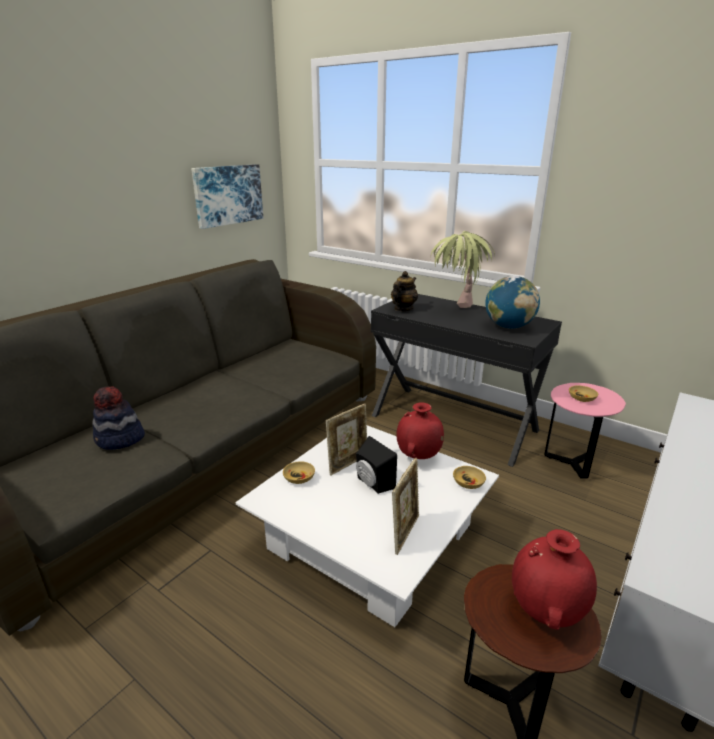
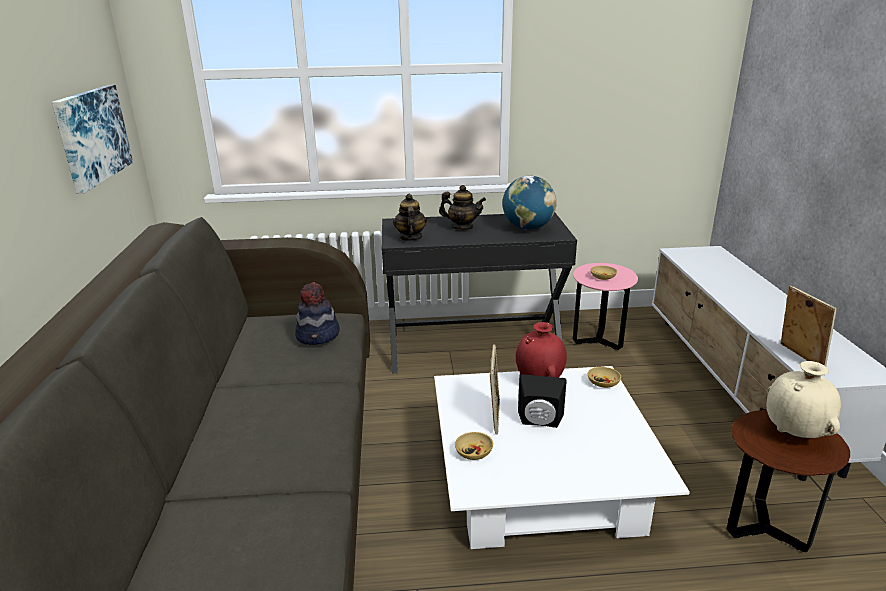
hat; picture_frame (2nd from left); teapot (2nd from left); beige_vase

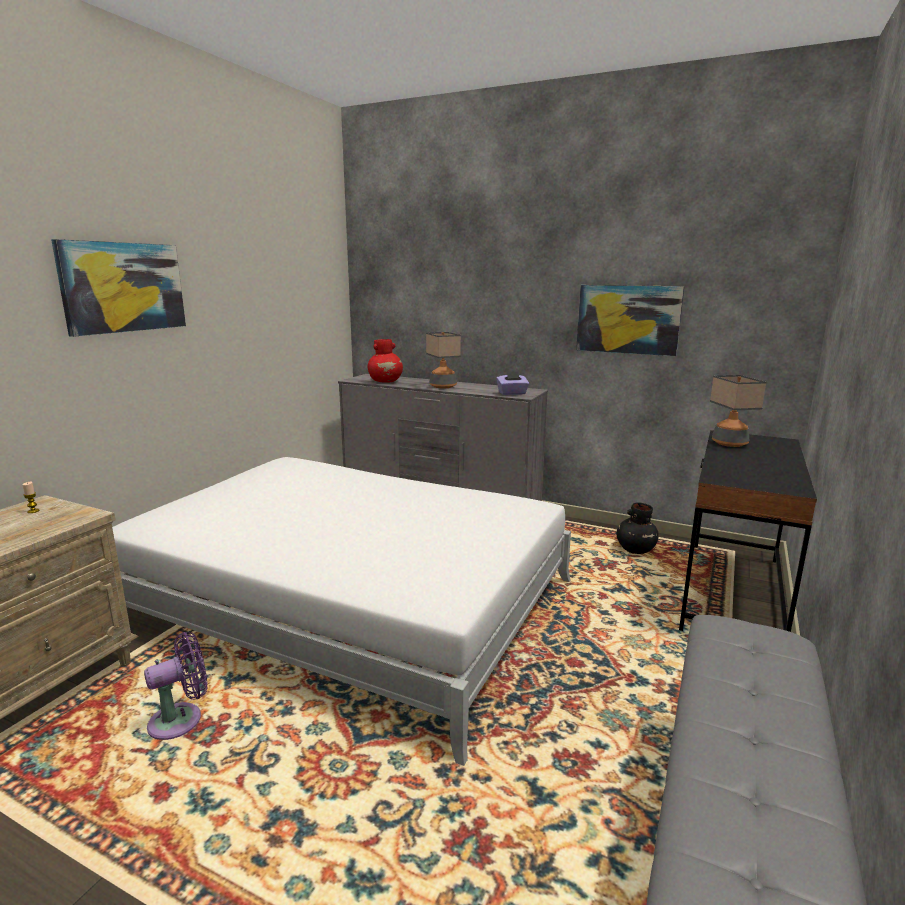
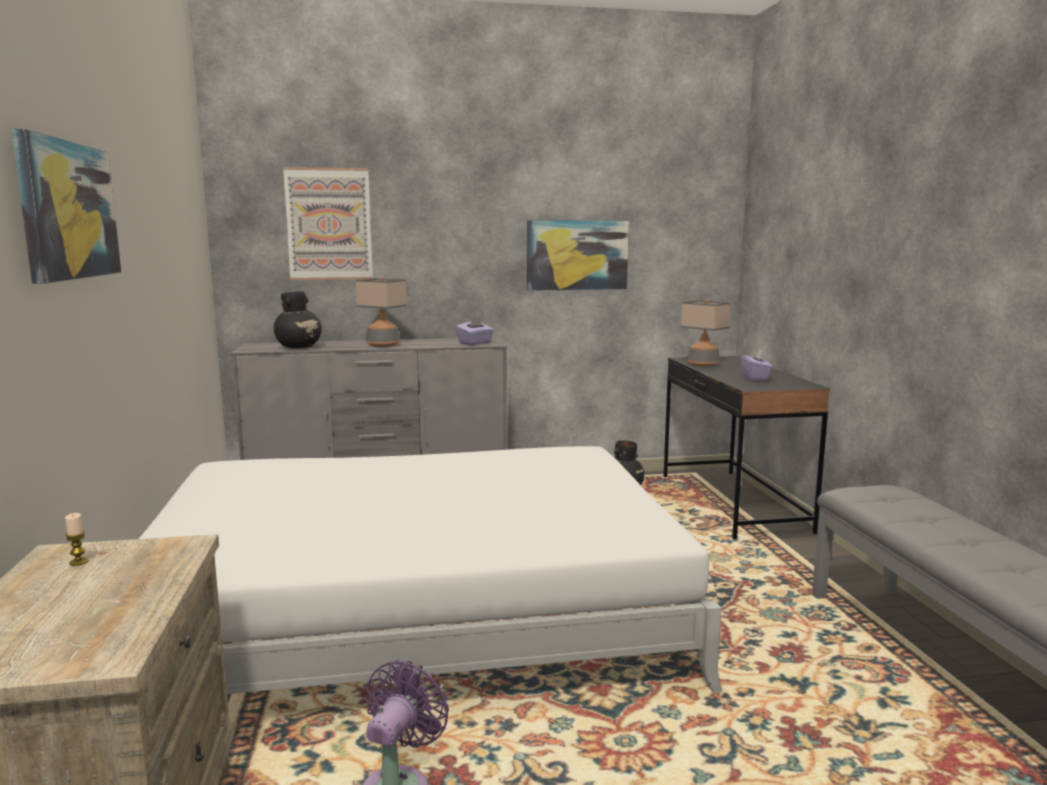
black_vase (1st from left); picture (2nd from left); purple_tissue_box (2nd from left)

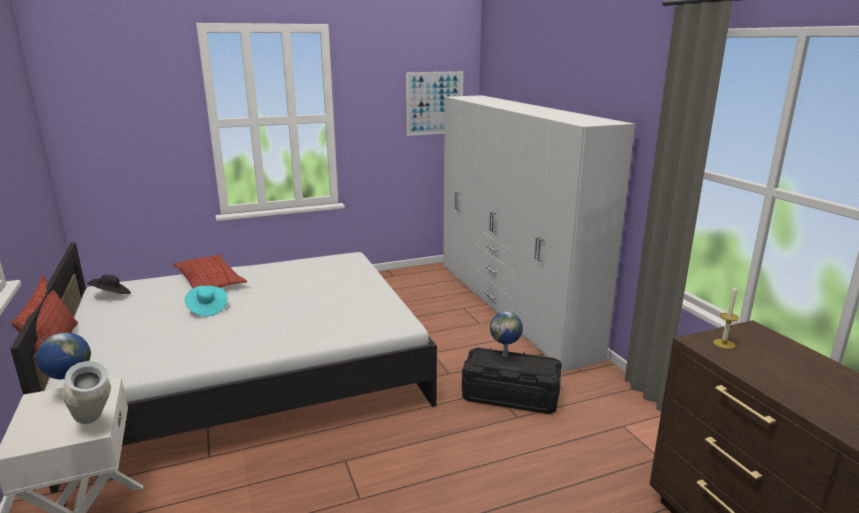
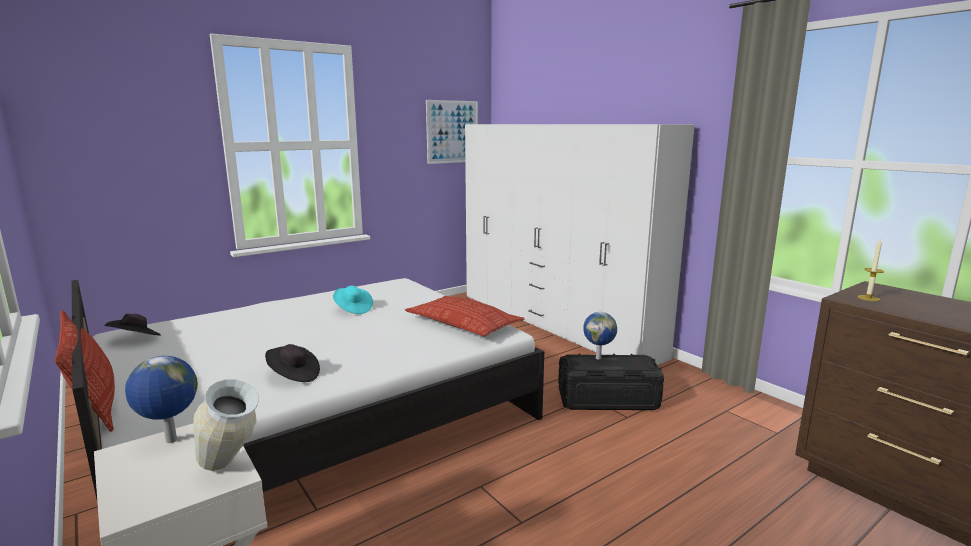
pillow (2nd from left); turquoise_hat; black_hat (2nd from left)

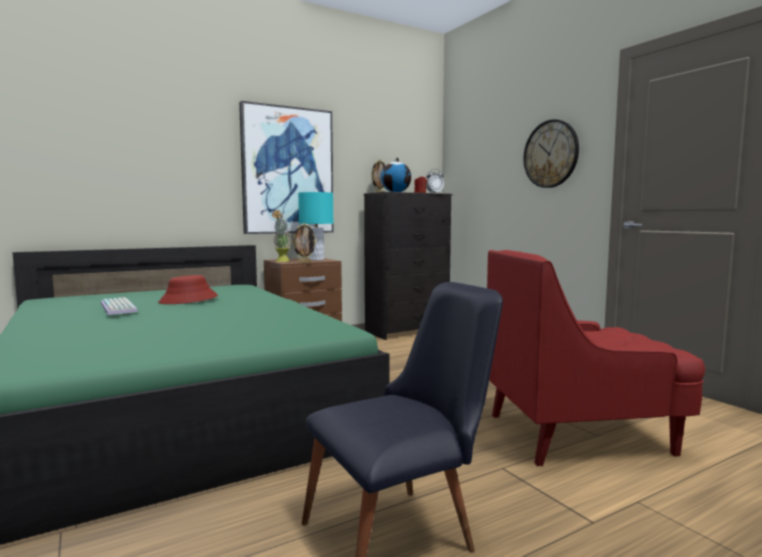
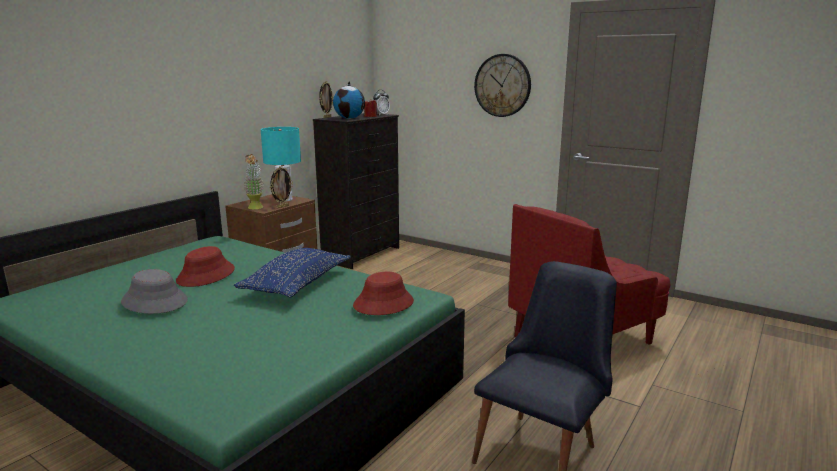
grey_hat; picture; blue_pillow; red_hat (2nd from left)

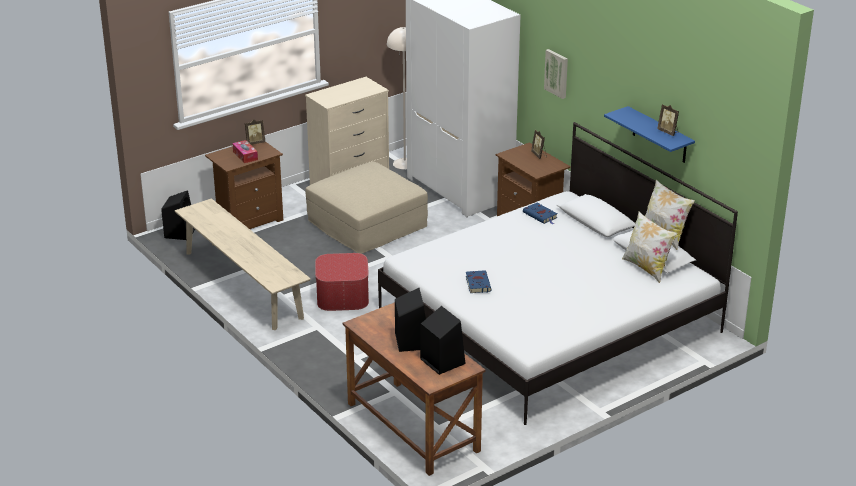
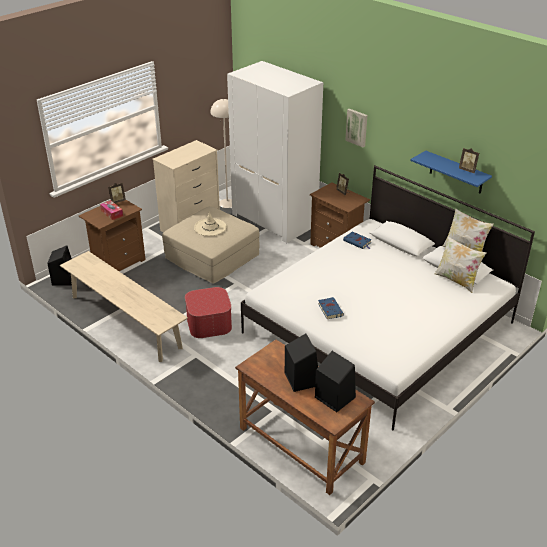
beige_hat

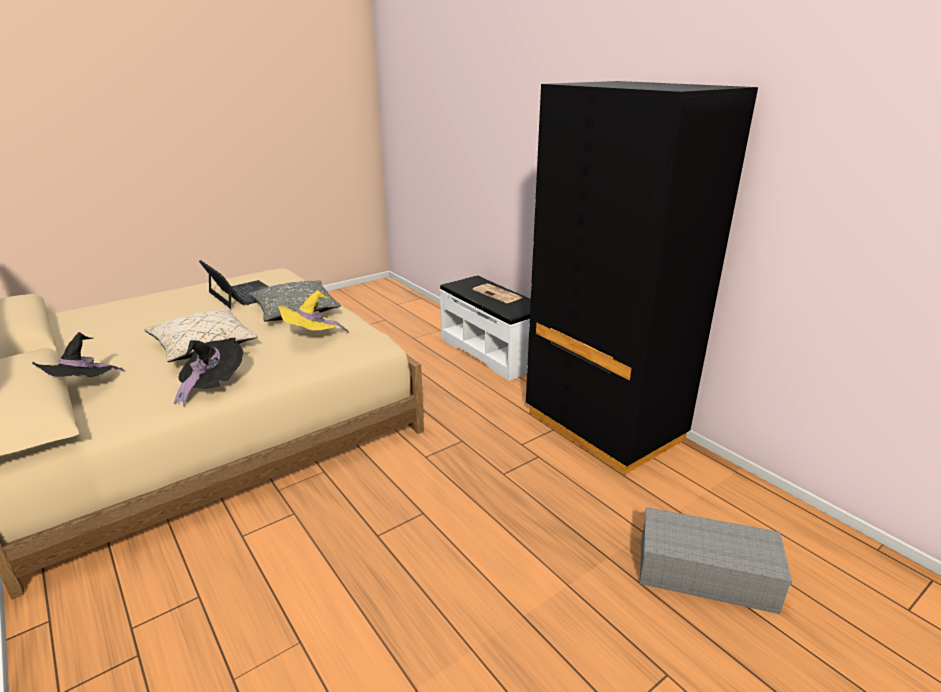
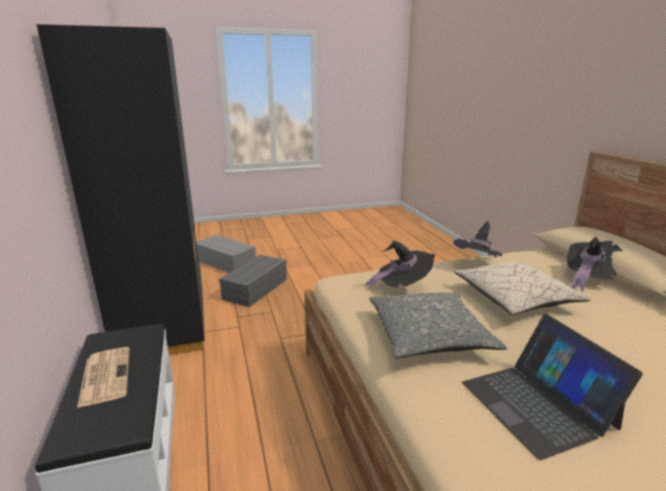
black_hat (1st from left); grey_storage_box (2nd from left)

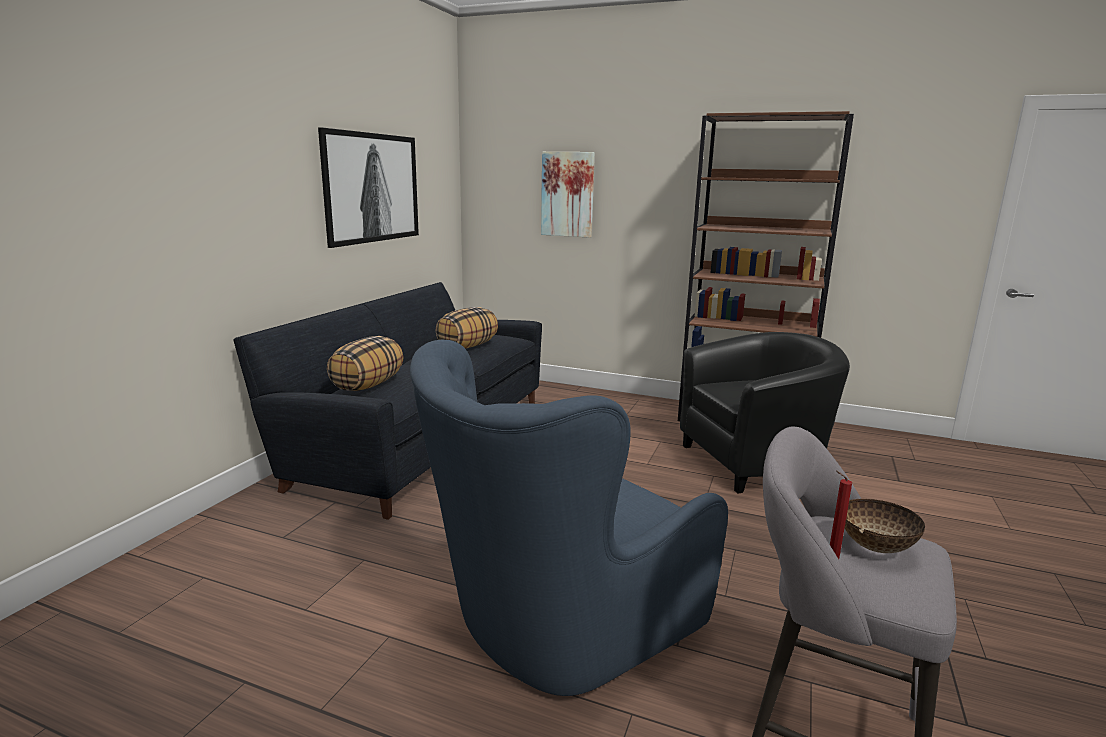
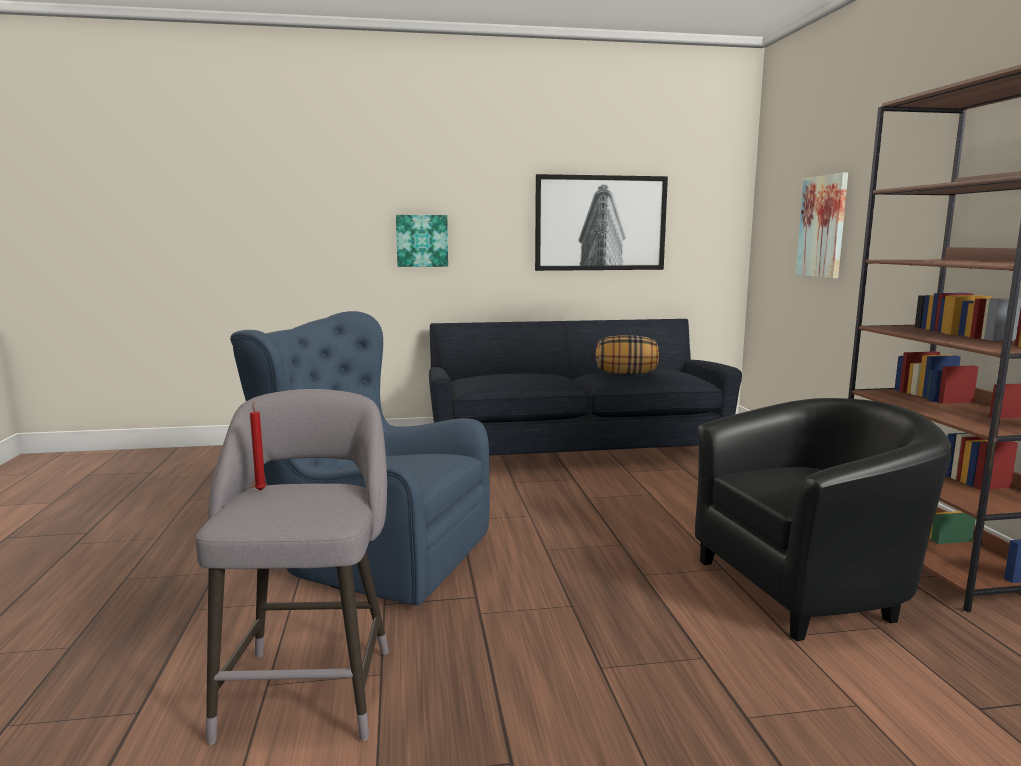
pillow (1st from left in the first image); black_armchair; bowl; picture (1st from left)

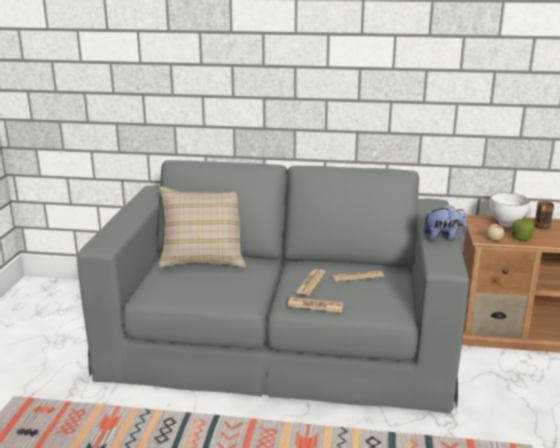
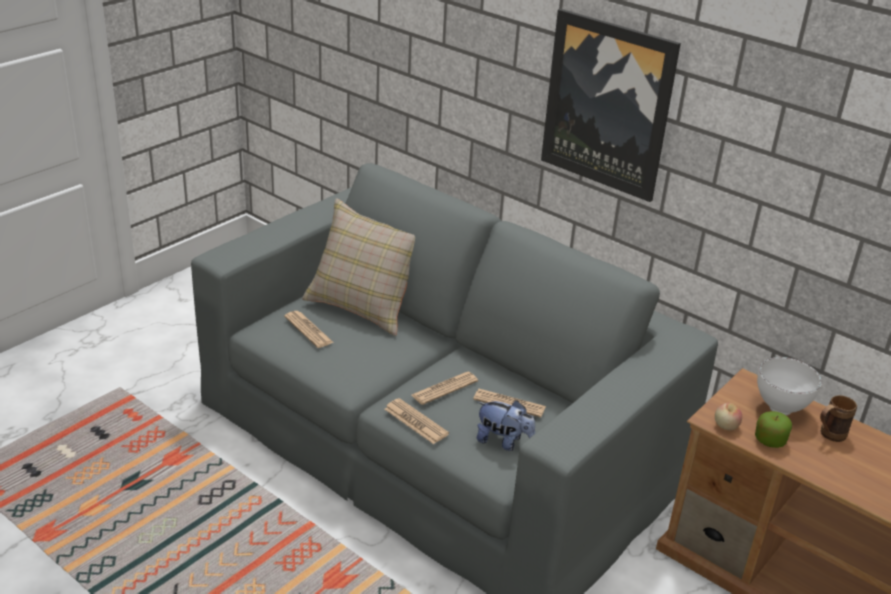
plush_toy; newspaper (1st from left); picture

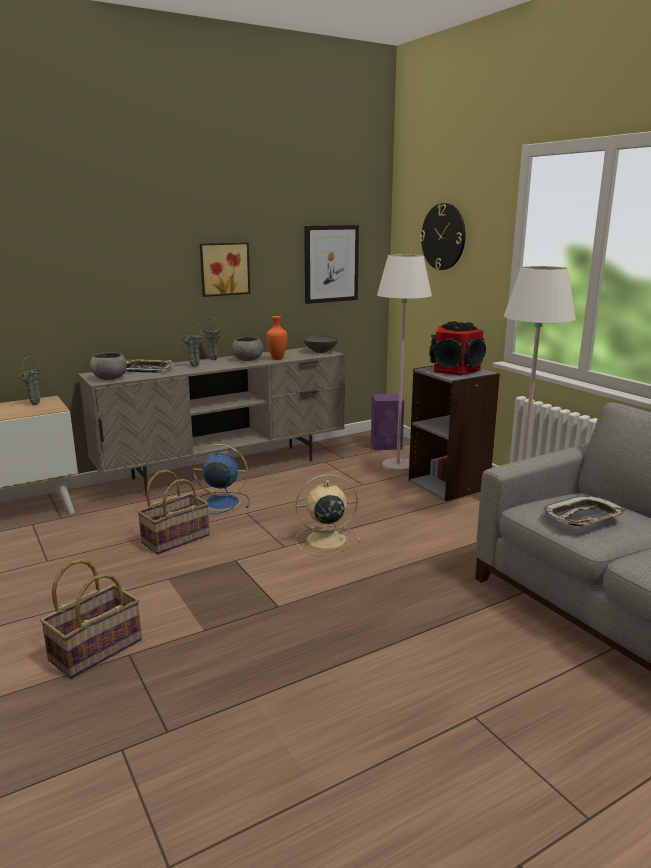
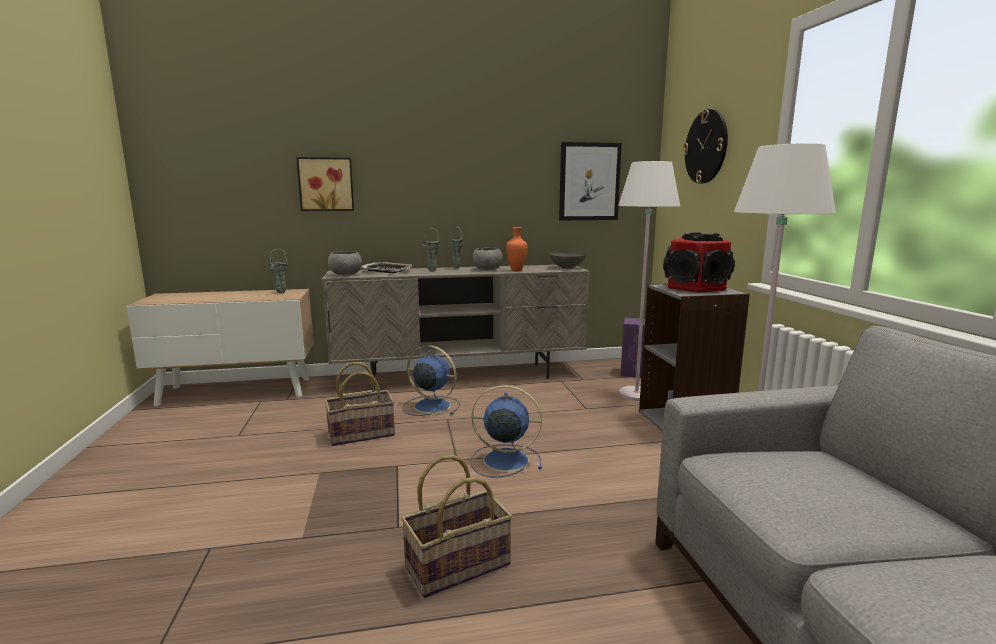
basket (2nd from left); picture (1st from left); blue_fan (2nd from left); tray (2nd from left in the first image)

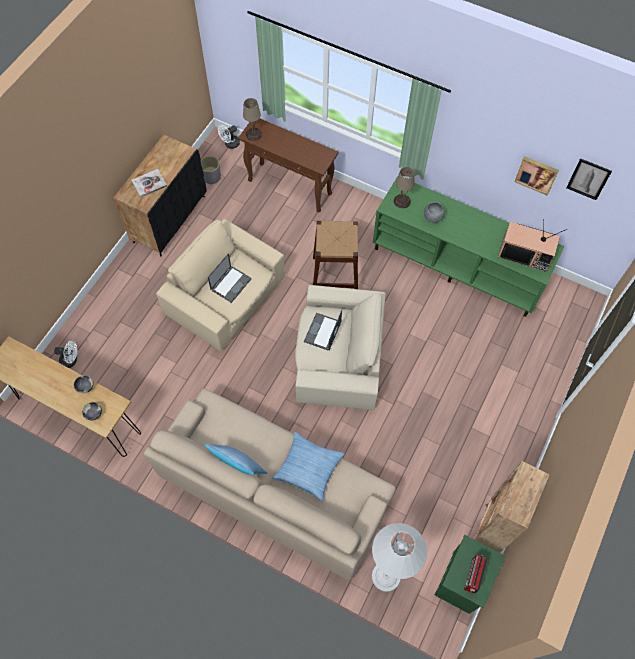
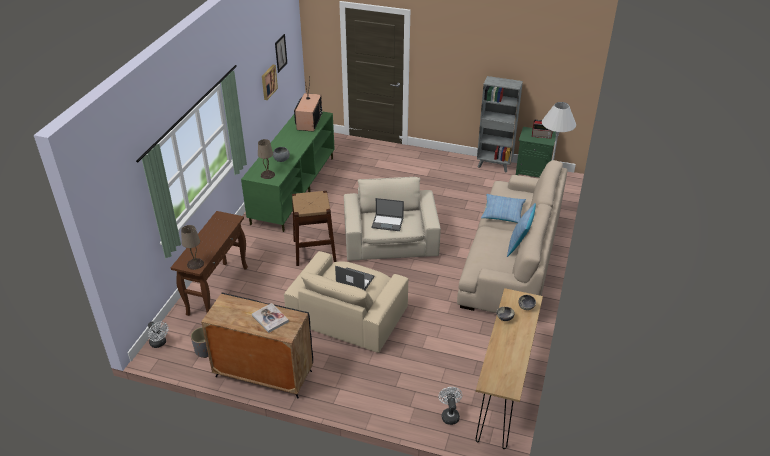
grey_bookcase

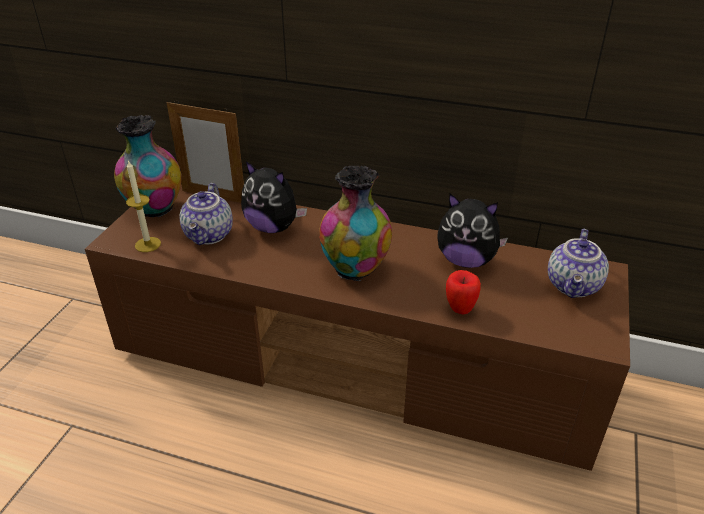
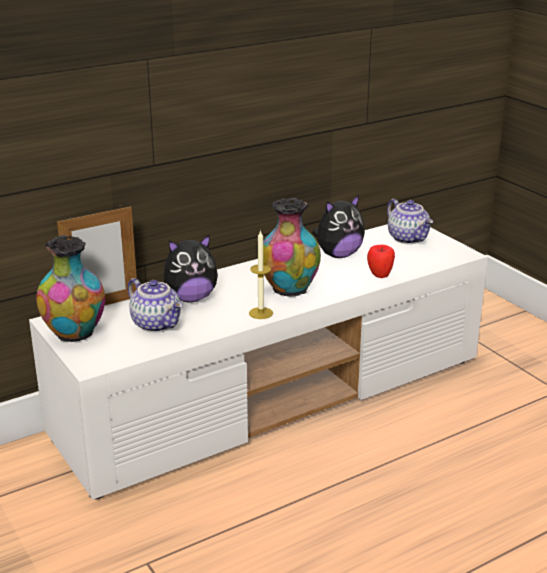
white_tv_stand; candle

